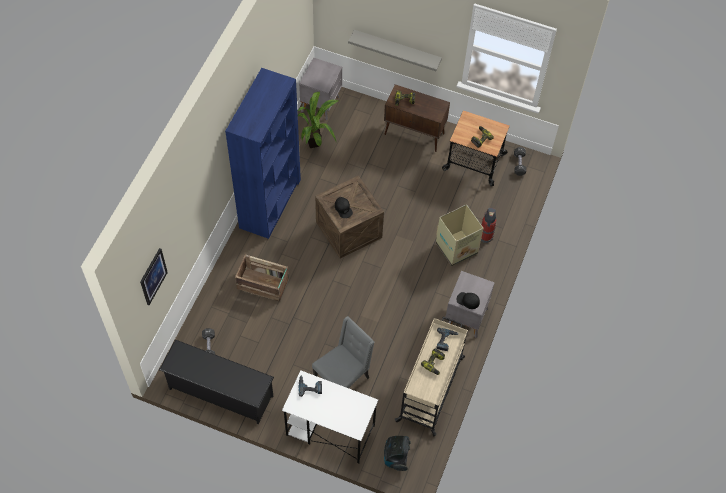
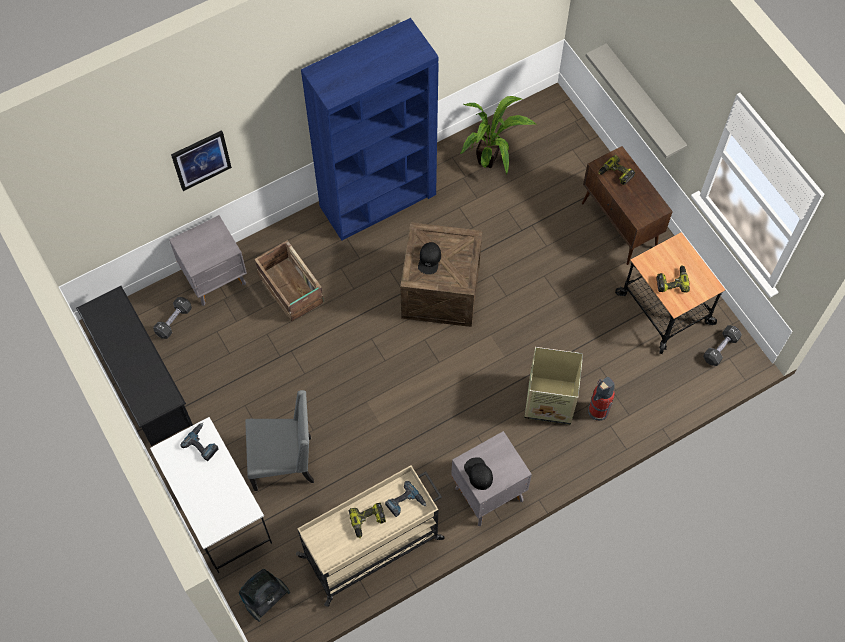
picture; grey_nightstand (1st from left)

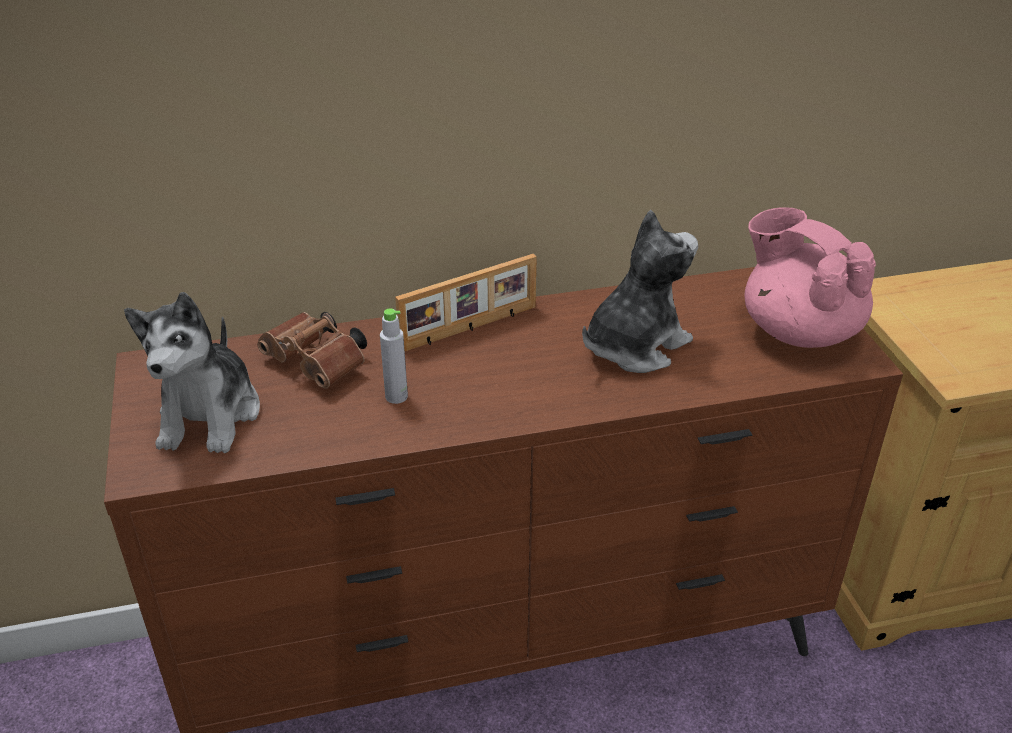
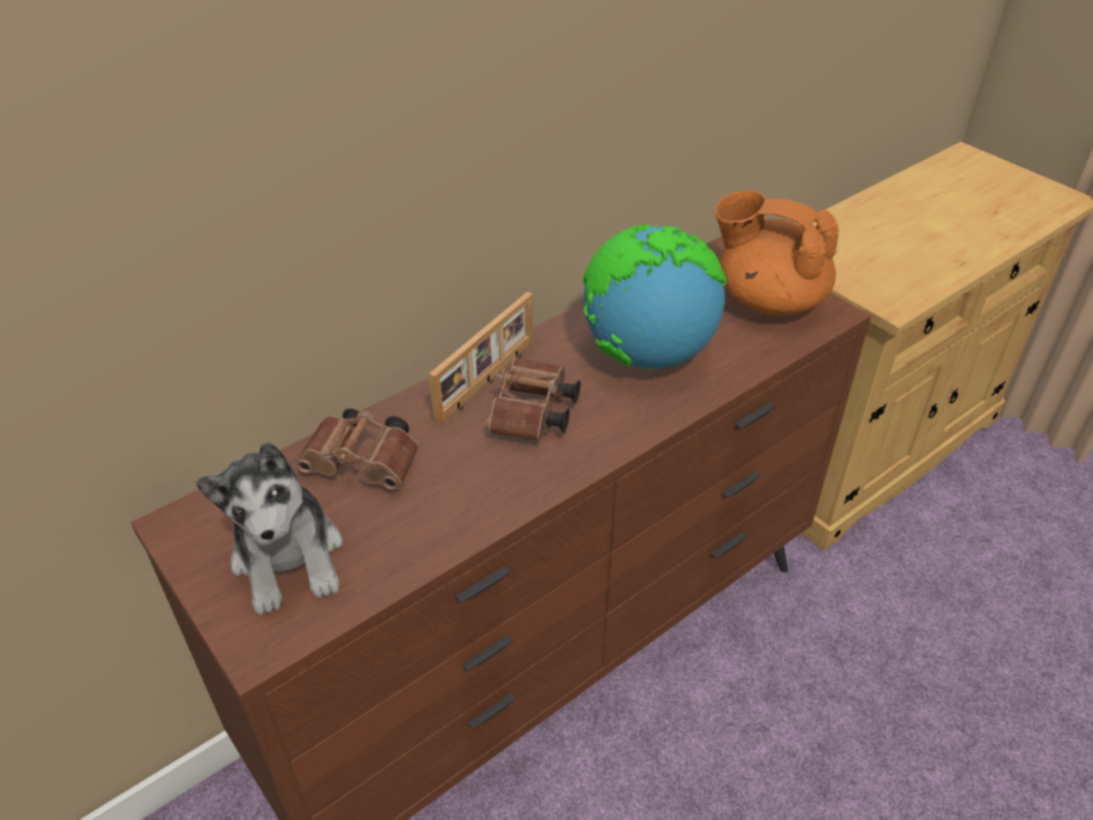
grey_bottle; globe; orange_teapot; brown_binoculars (2nd from left)

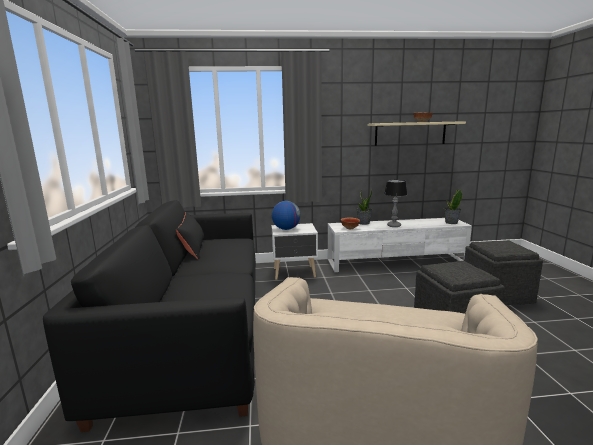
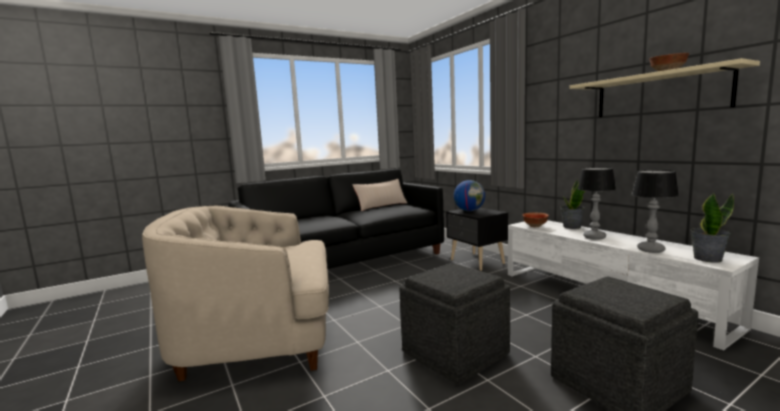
beige_pillow; black_nightstand; table_lamp (2nd from left)

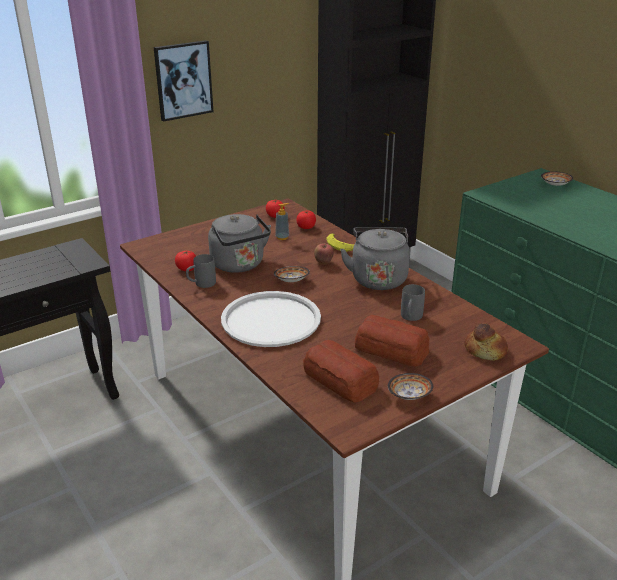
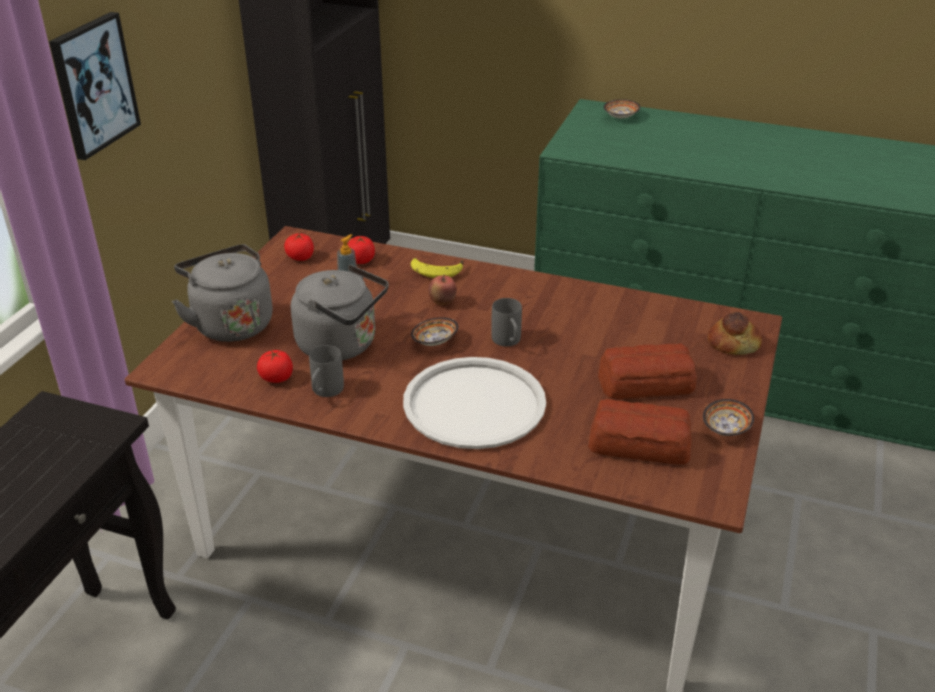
grey_kettle (1st from left); grey_mug (2nd from left)

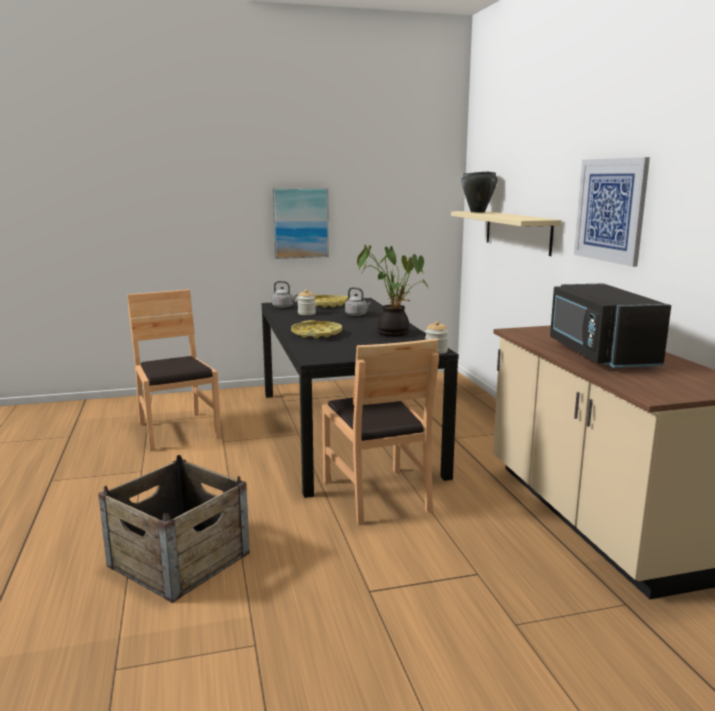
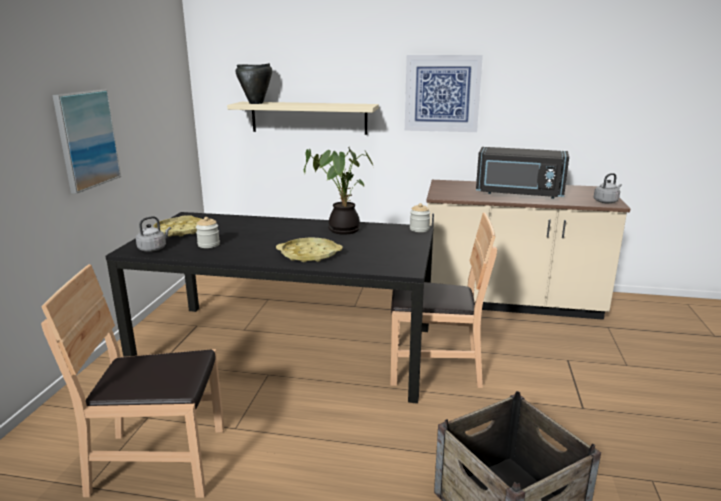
grey_kettle (2nd from left)

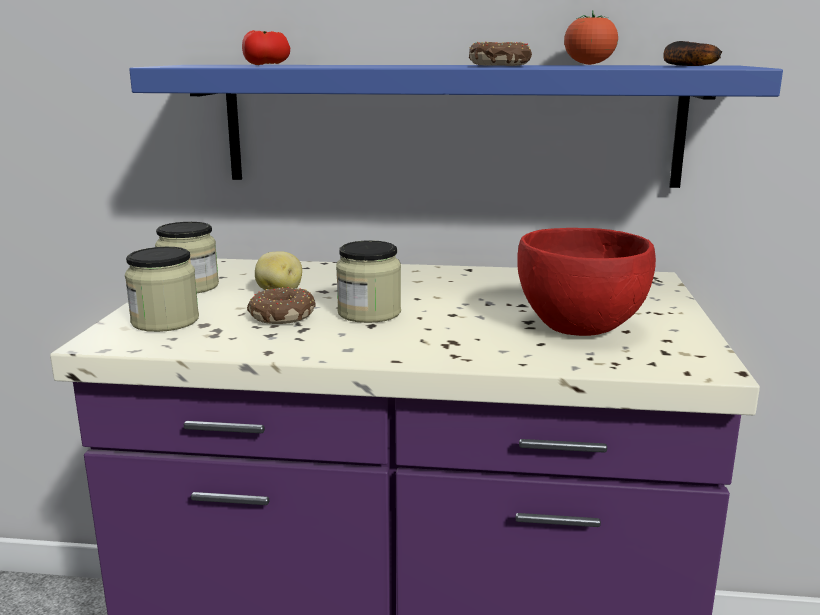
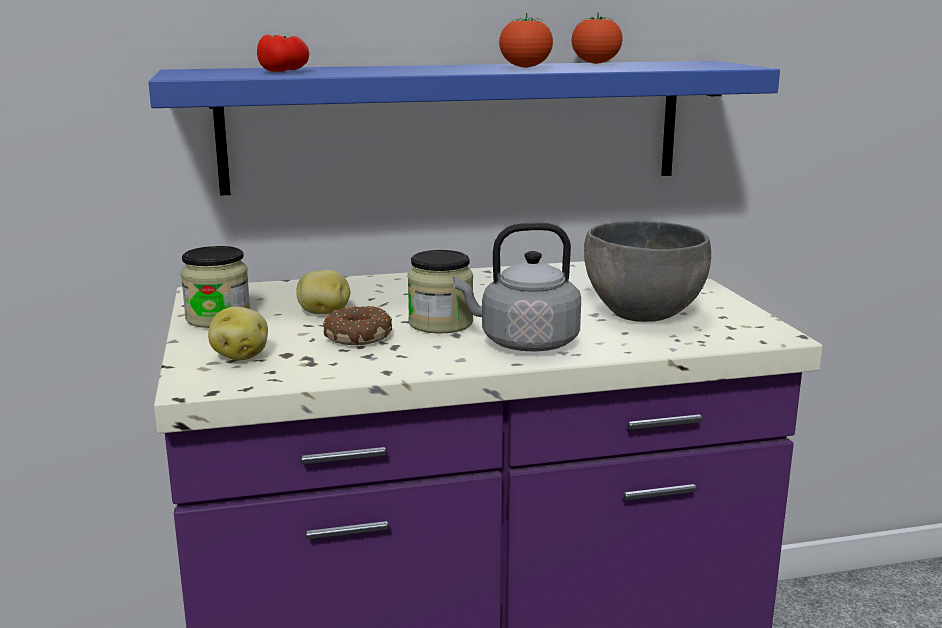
potato (1st from left); tomato (2nd from left); grey_bowl; banana; grey_kettle

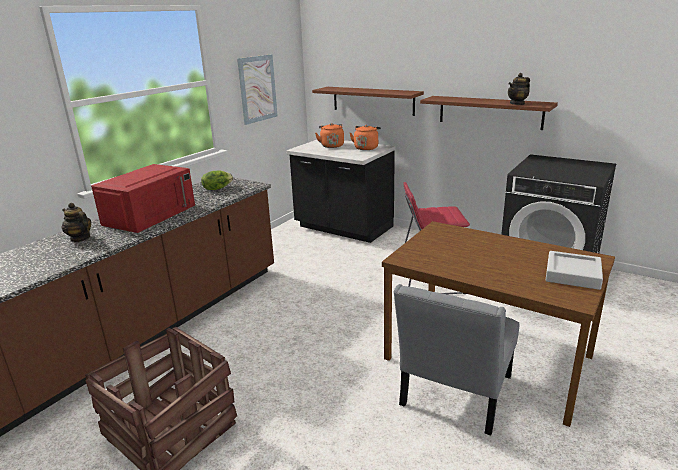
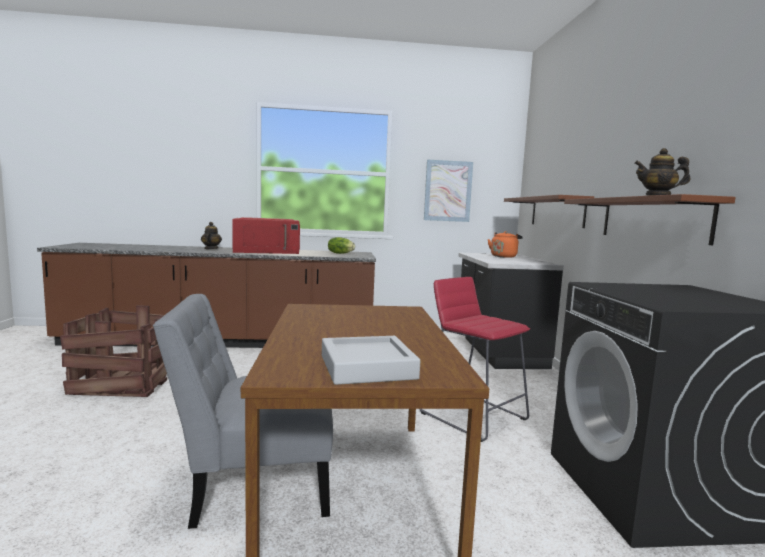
orange_kettle (2nd from left in the first image)

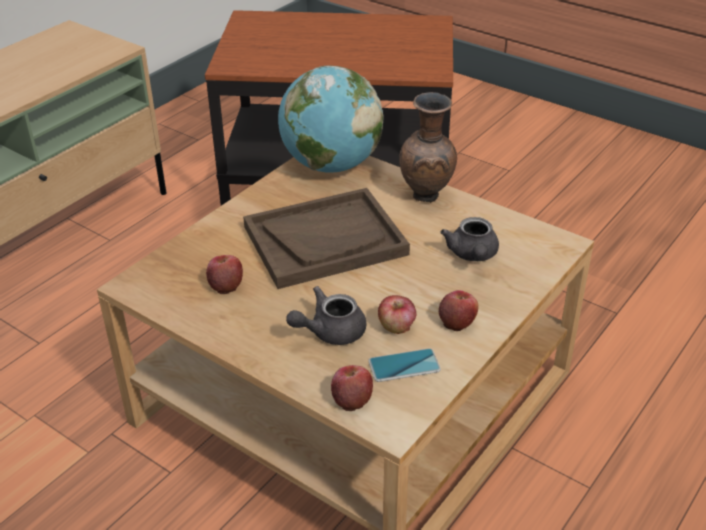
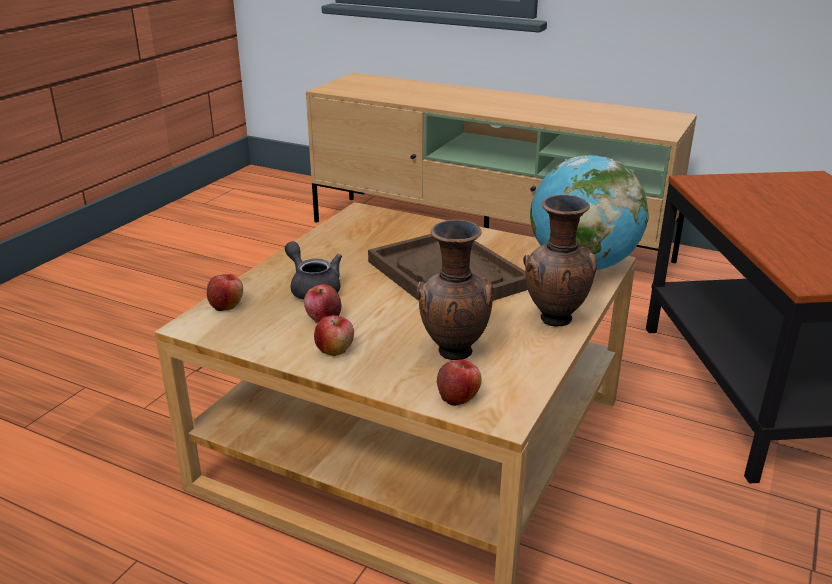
apple (4th from left); phone; brown_vase (1st from left)

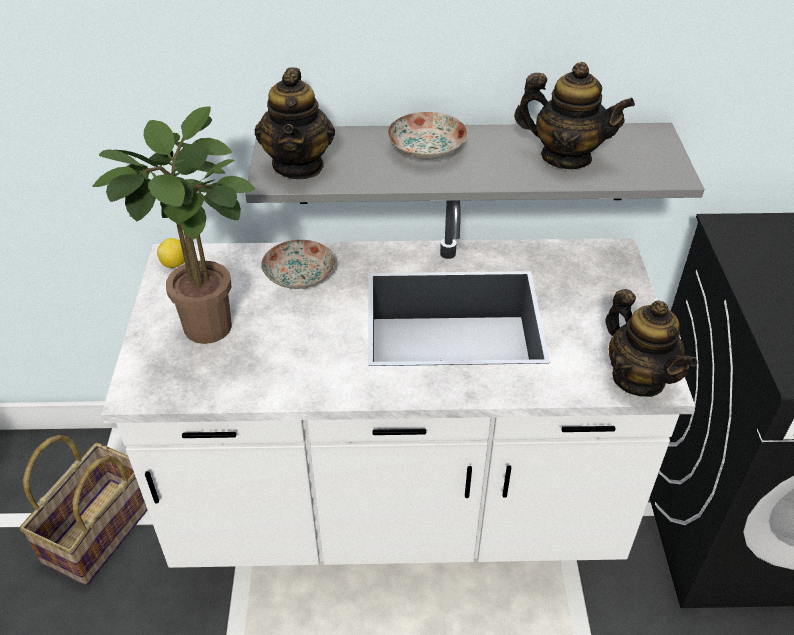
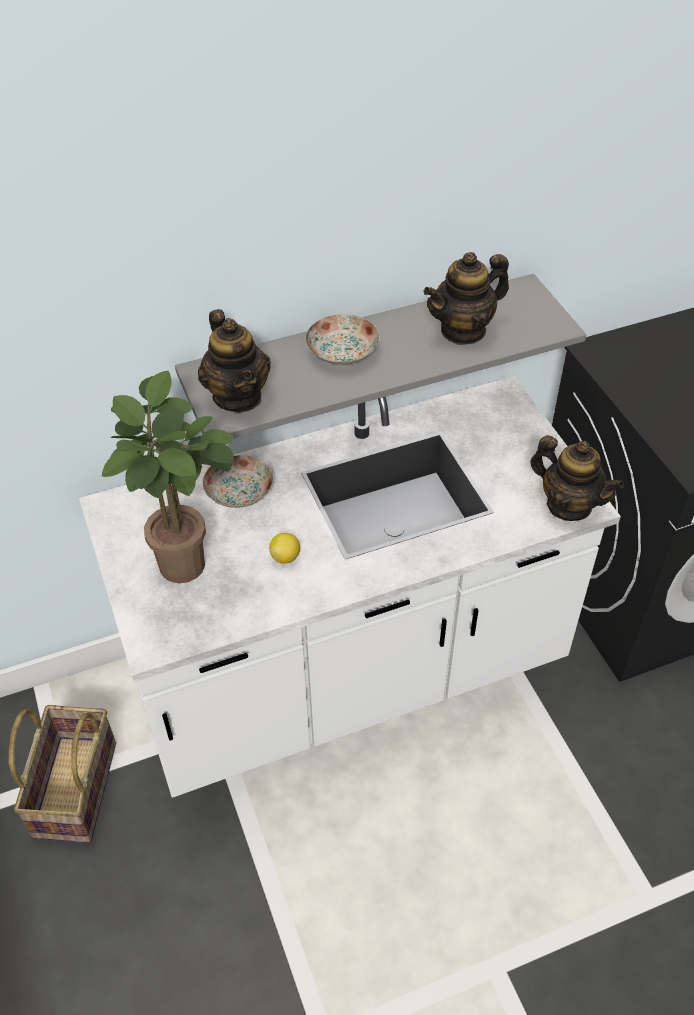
lemon; teapot (2nd from left)

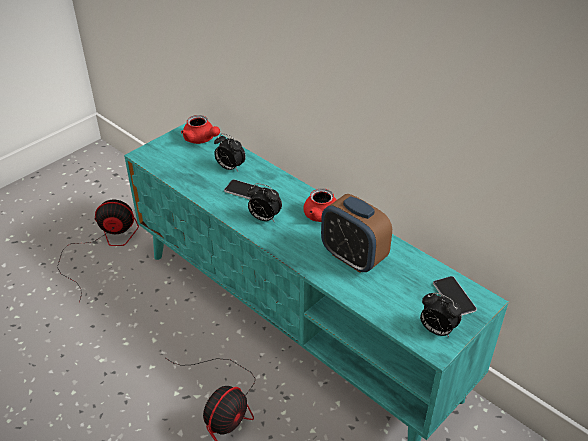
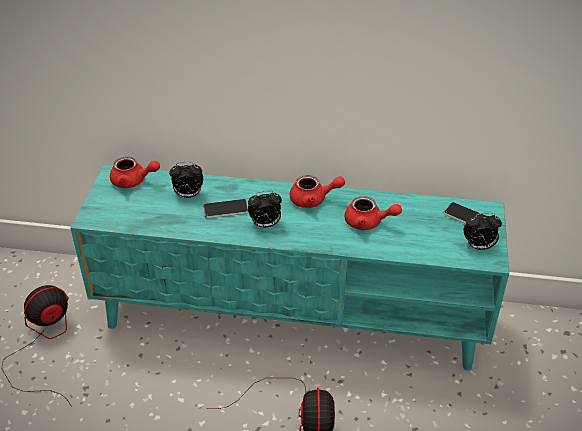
red_teapot (3rd from left)

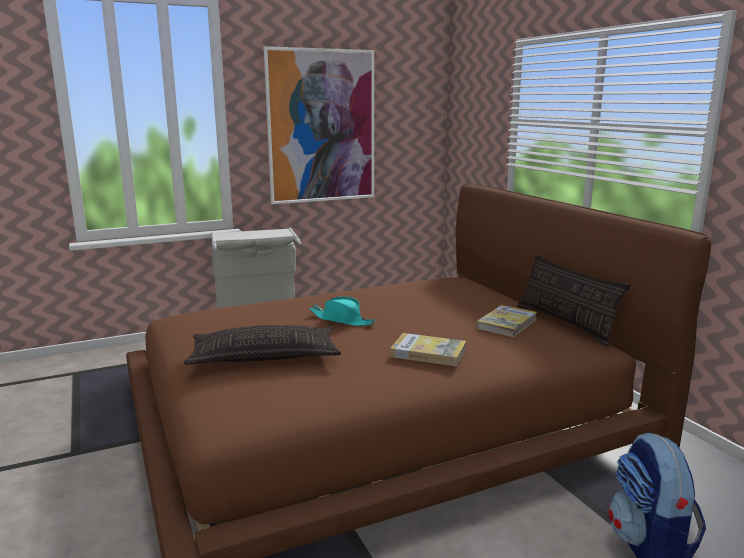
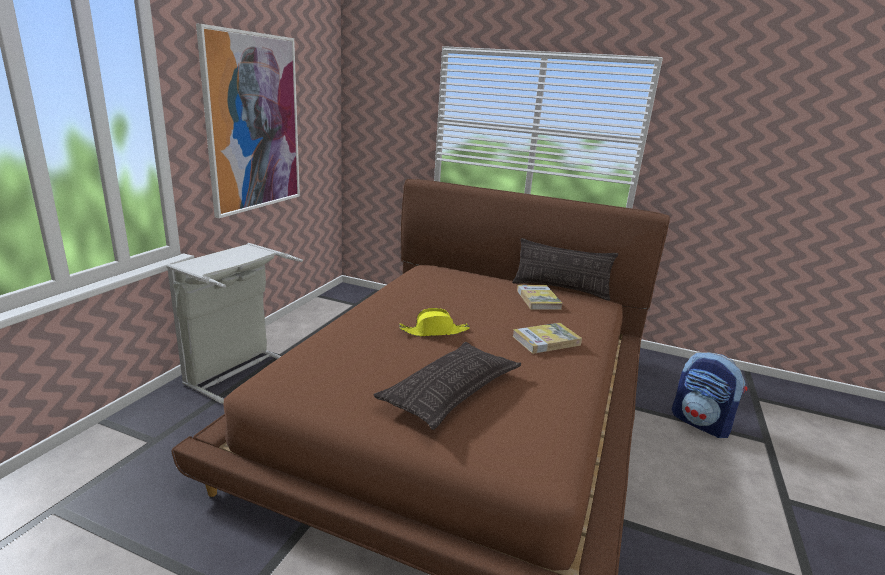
yellow_hat

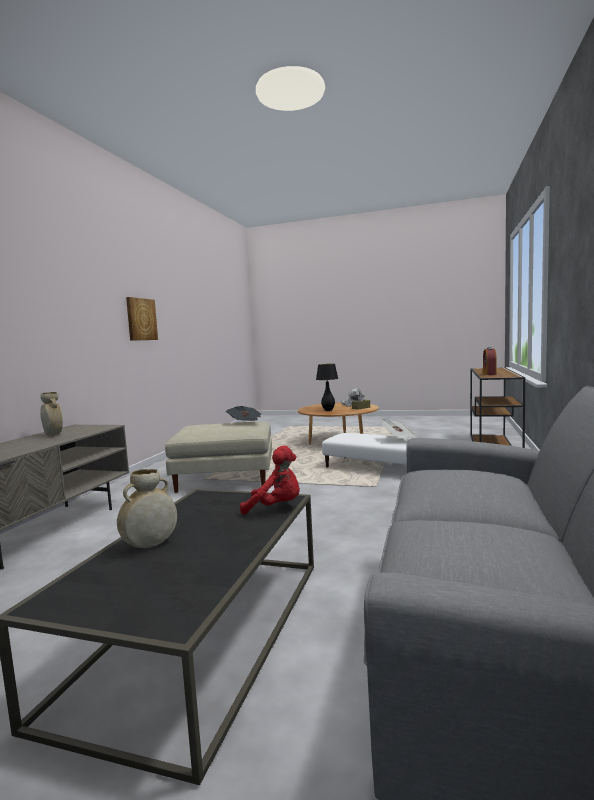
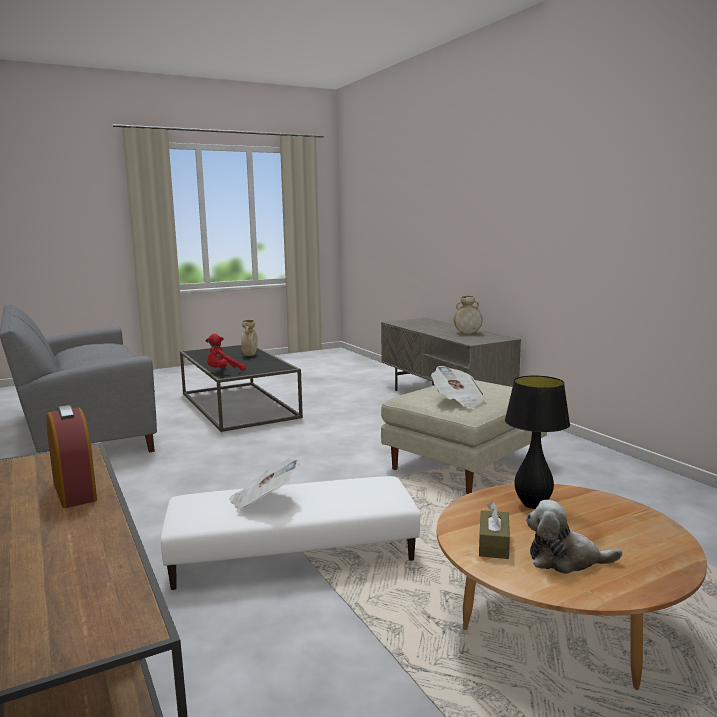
picture

